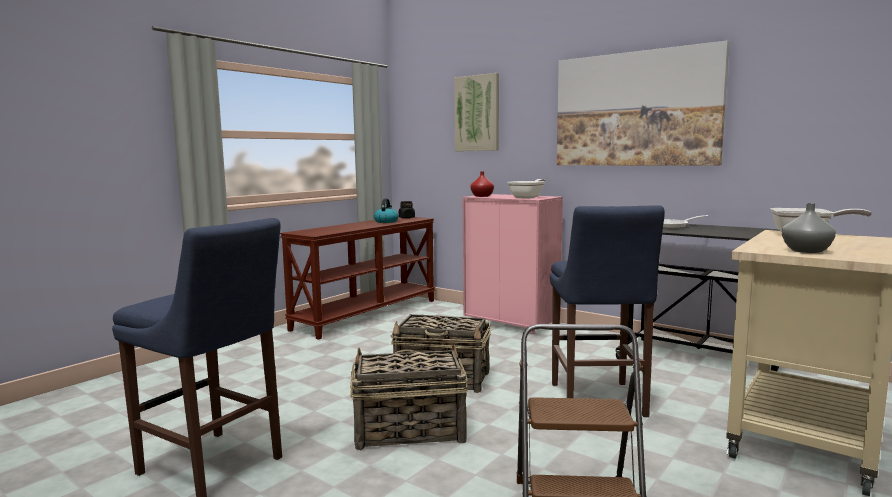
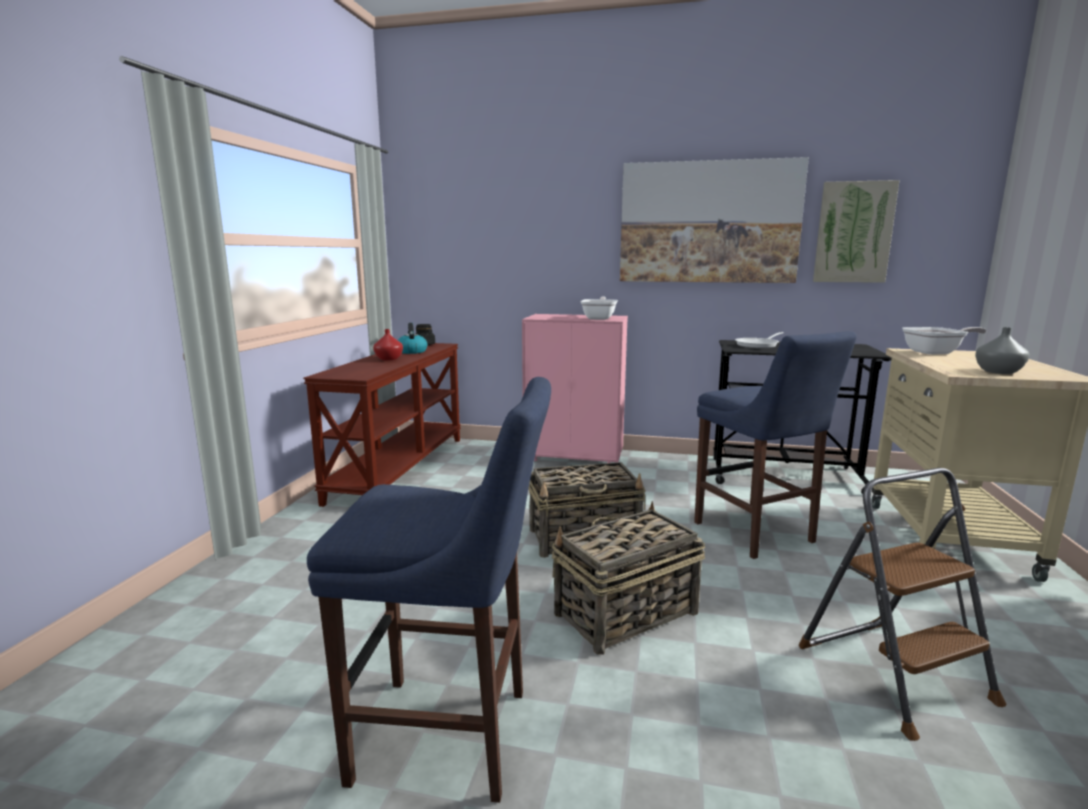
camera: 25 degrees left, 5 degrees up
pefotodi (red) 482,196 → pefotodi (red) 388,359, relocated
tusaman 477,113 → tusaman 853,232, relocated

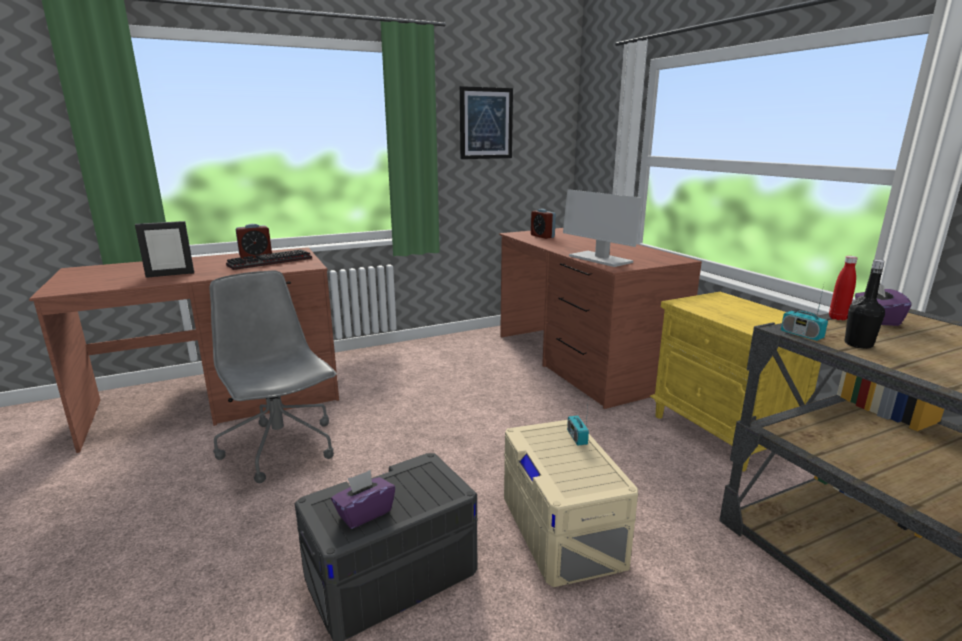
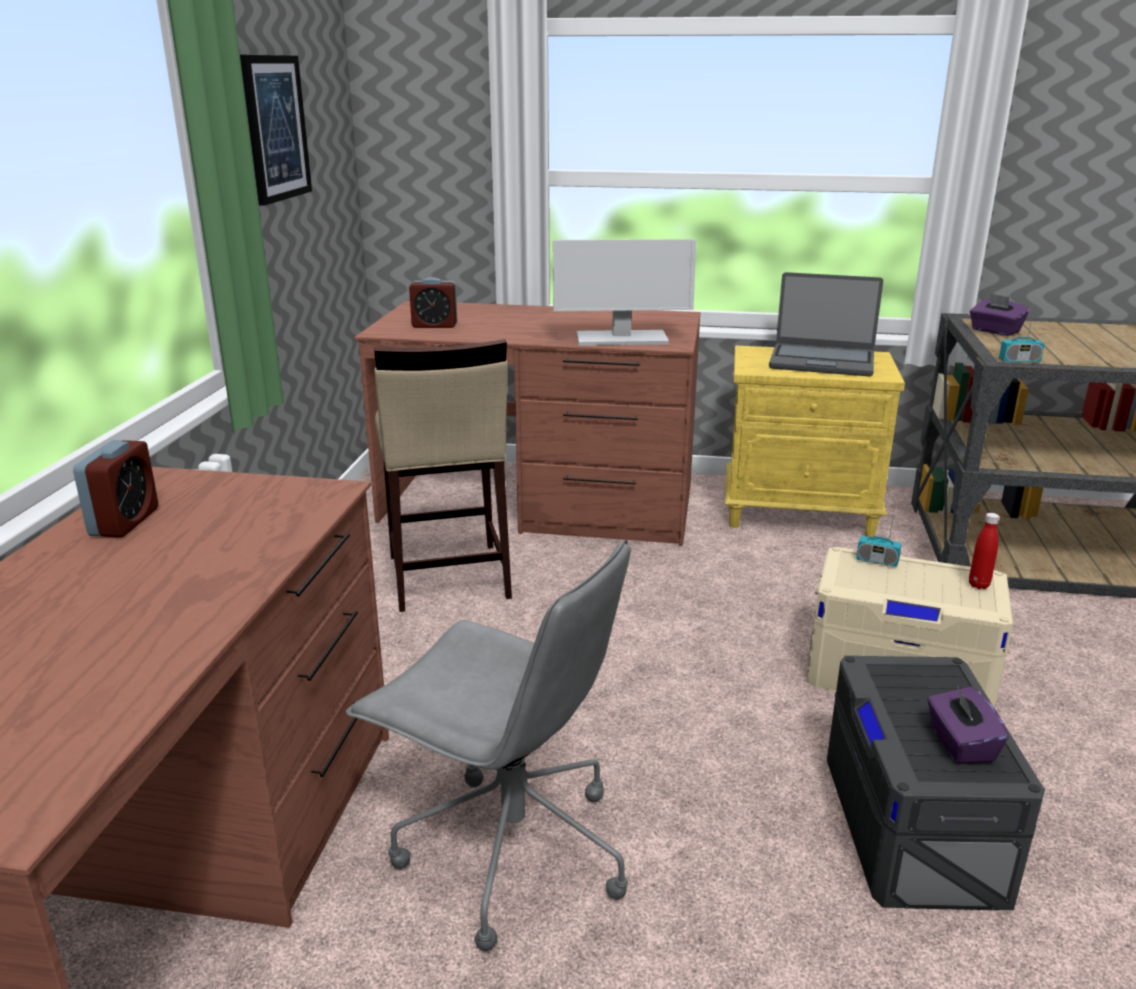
camera: 55 degrees left, 5 degrees up
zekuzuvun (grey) 282,451 → zekuzuvun (grey) 504,850, 150 degrees counterclockwise
- → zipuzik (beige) 447,577
- → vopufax 821,362
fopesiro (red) 837,318 → fopesiro (red) 978,585, relocated
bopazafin 170,274 → -
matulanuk 269,262 → -
fopesiro (black) 858,344 → -

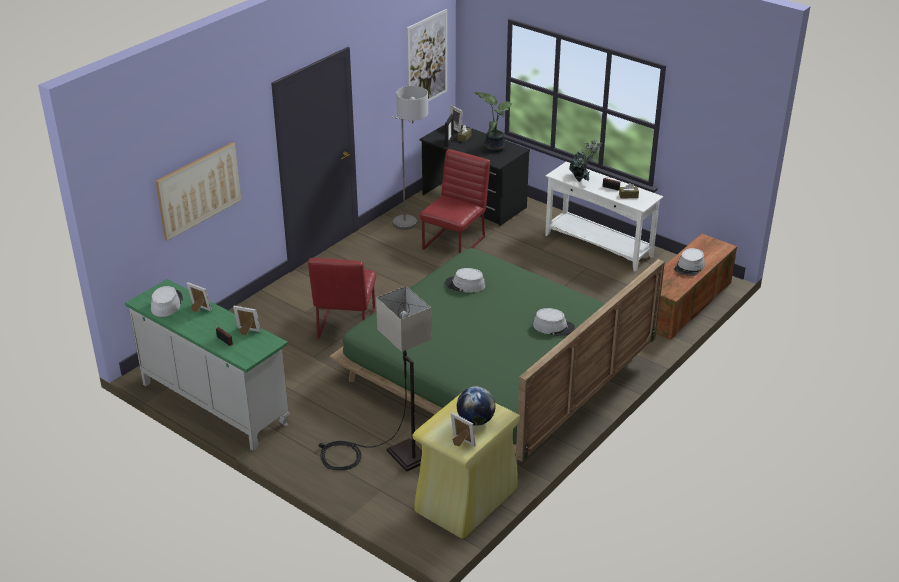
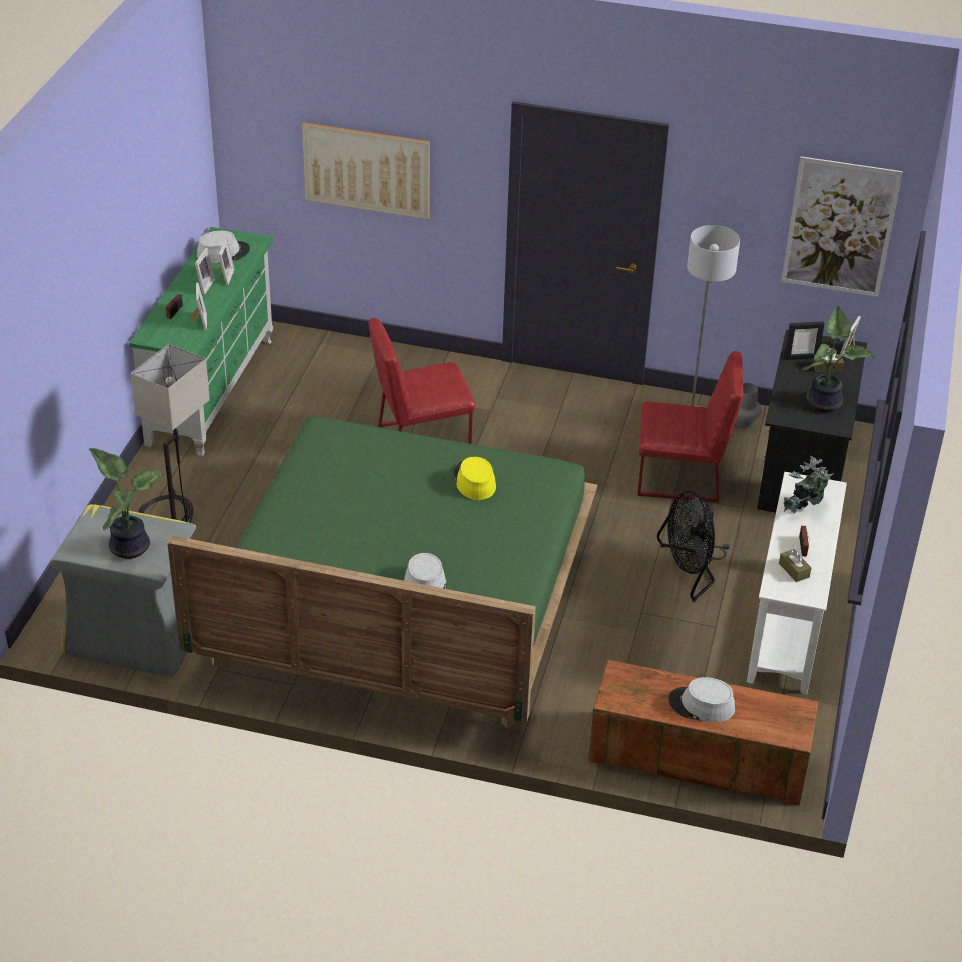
camera: 65 degrees right, 5 degrees up
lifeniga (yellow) 465,499 → lifeniga (grey) 133,636
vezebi 475,420 → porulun 130,545
bopazafin 461,443 → bopazafin 203,286, relocated
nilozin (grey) 465,285 → nilozin (yellow) 474,481
- → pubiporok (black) 692,568
- → pefotodi (grey) 744,422

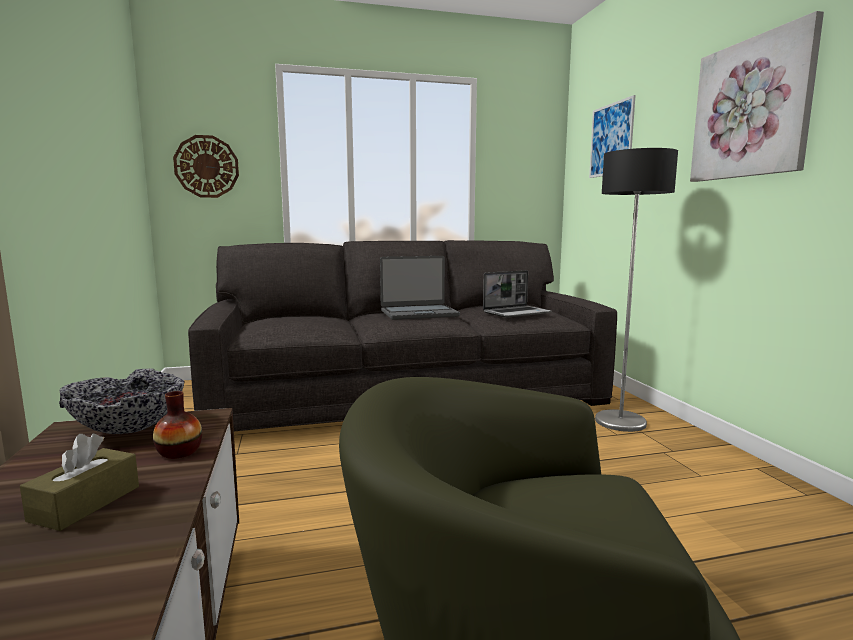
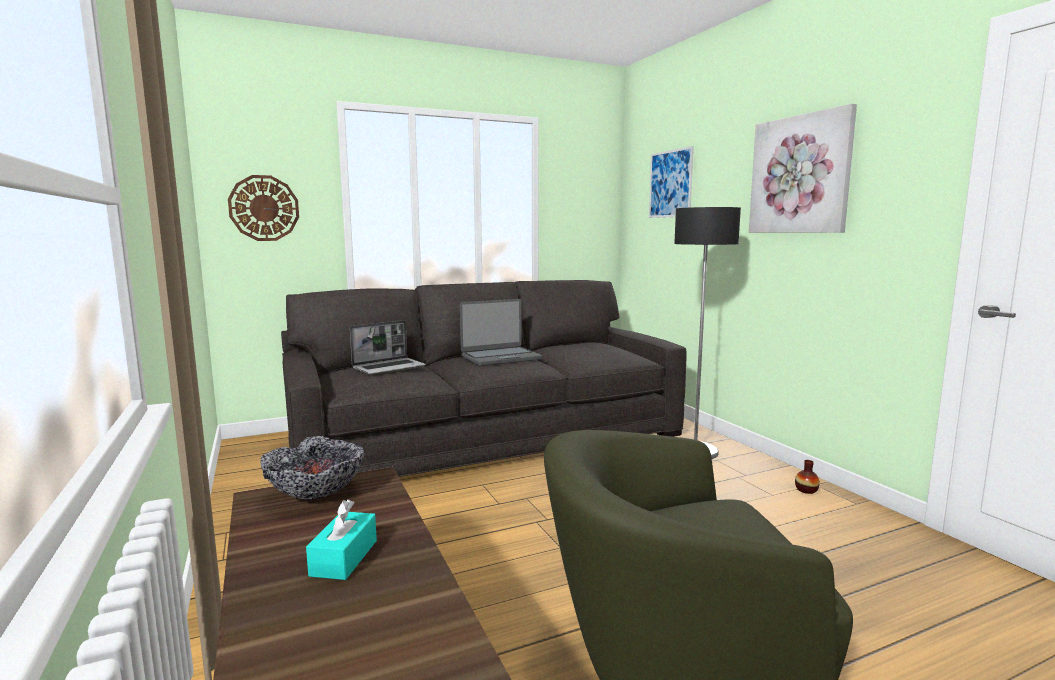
camera: 10 degrees left, 0 degrees up
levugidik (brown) 85,503 → levugidik (turquoise) 344,558
vopufax 517,313 → vopufax 389,367, relocated
pefotodi 179,452 → pefotodi 806,490, relocated

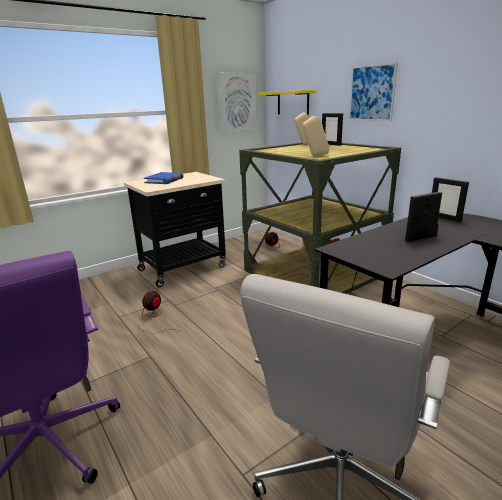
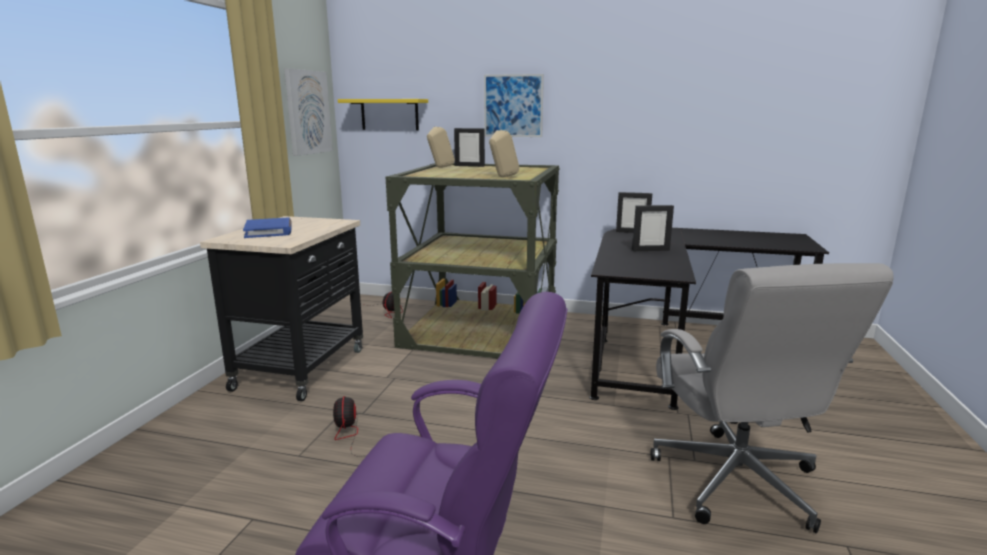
camera: 40 degrees left, 5 degrees down
bopazafin 421,238 → bopazafin 650,250, 120 degrees counterclockwise

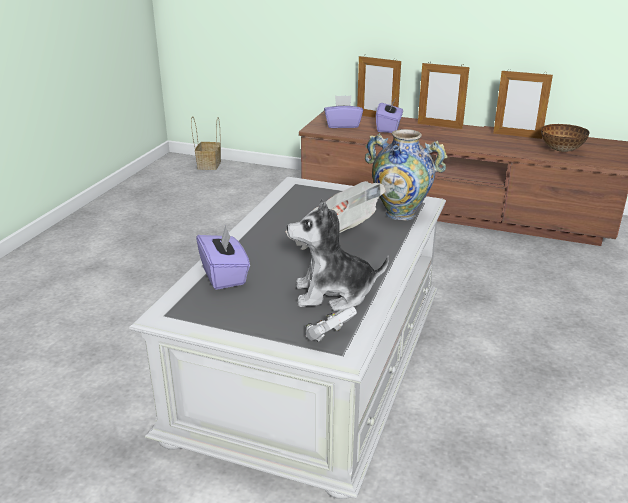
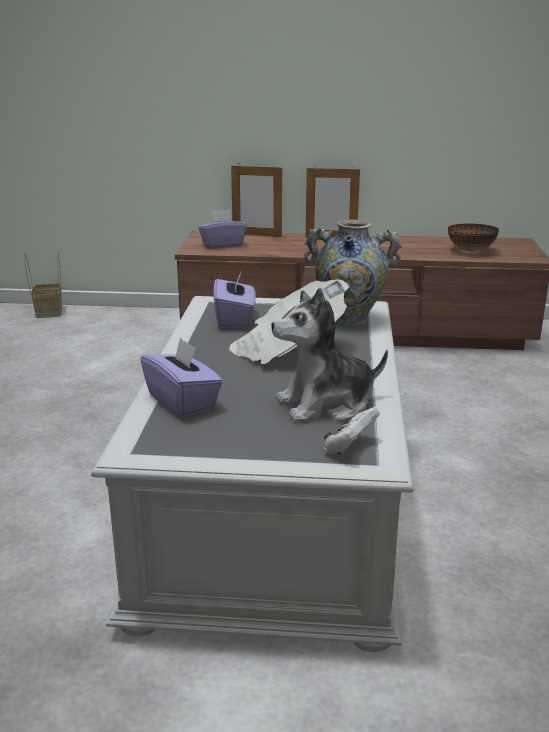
camera: 15 degrees left, 5 degrees down
levugidik (purple) 388,128 → levugidik (purple) 235,319, relocated
bopazafin 517,136 → -

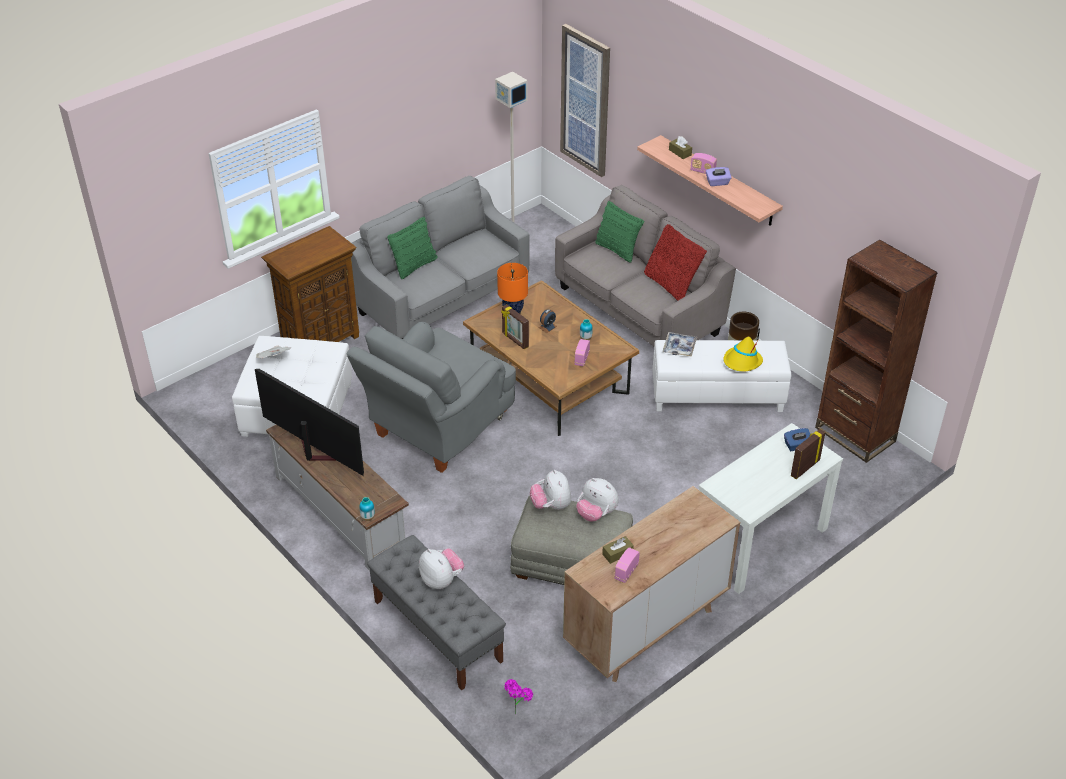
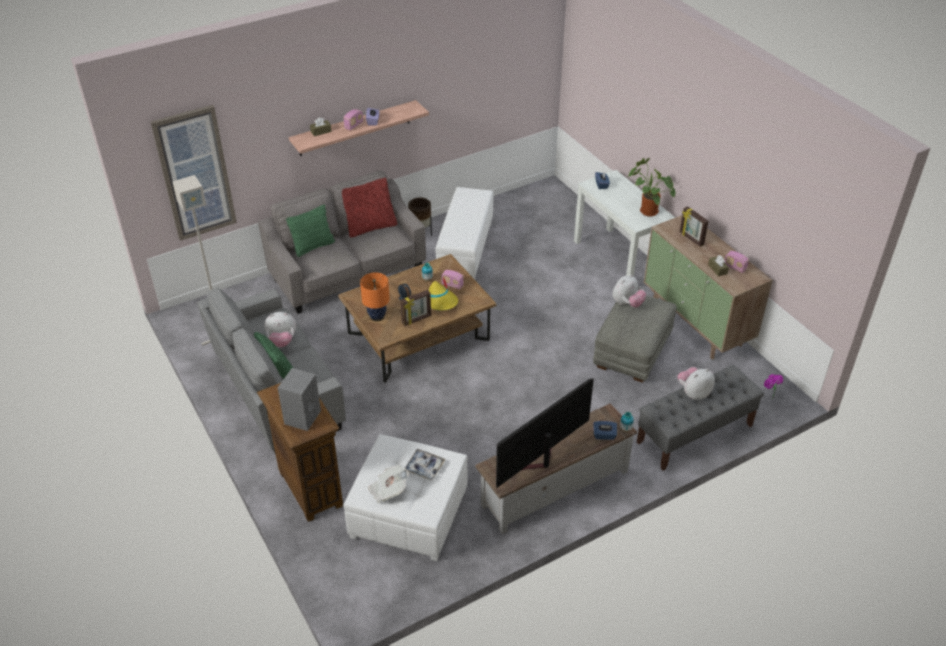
camera: 80 degrees left, 0 degrees up
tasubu 551,505 → tasubu 282,341, relocated
- → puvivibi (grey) 302,416
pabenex 679,347 → pabenex 424,467, relocated
nilozin (yellow) 742,362 → nilozin (yellow) 441,302, relocated
- → levugidik (blue) 604,435
- → porulun 646,211
bopazafin 804,468 → bopazafin 691,238, relocated
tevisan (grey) 438,429 → -
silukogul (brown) 855,434 → -

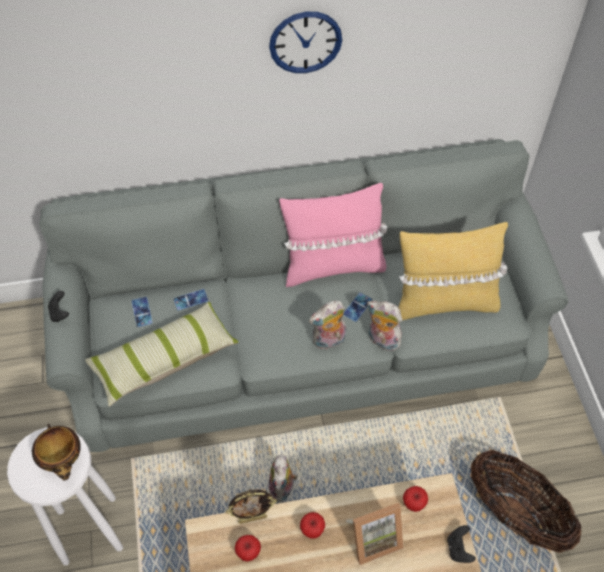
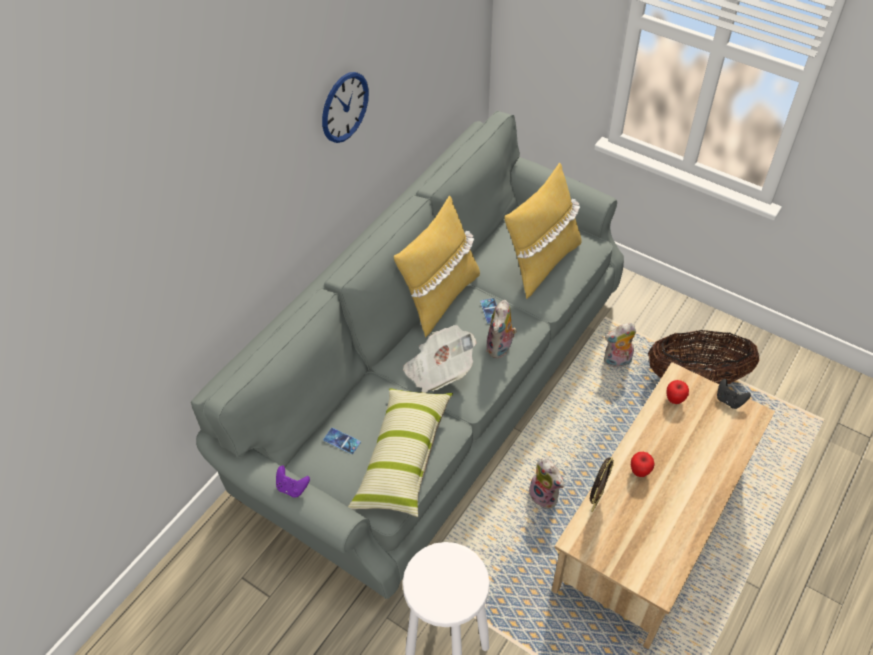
camera: 45 degrees left, 5 degrees down
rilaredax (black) 60,313 → rilaredax (purple) 292,488
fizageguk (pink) 332,266 → fizageguk (yellow) 439,298
- → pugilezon 439,370
tasubu 382,341 → tasubu 617,362, relocated
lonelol 63,460 → -
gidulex 191,300 → -
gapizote 248,552 → -
bopazafin 373,538 → -

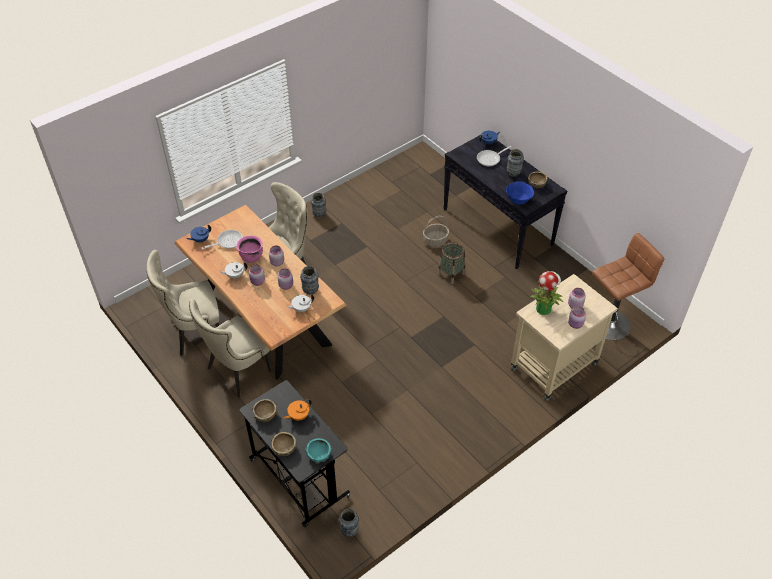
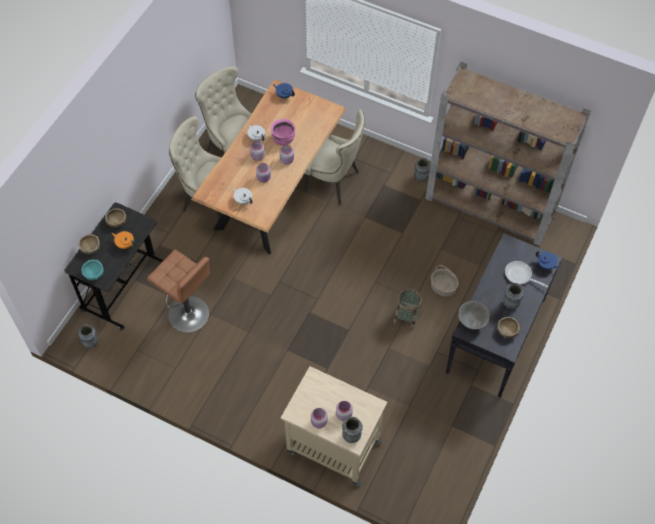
camera: 65 degrees right, 10 degrees up
zipuzik (brown) 611,324 → zipuzik (brown) 188,314, relocated
pefotodi 310,291 → pefotodi 351,436, relocated
- → silukogul (brown) 490,206
lonelol (blue) 518,200 → lonelol (grey) 471,321
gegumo 227,241 → -
porulun 543,308 → -

